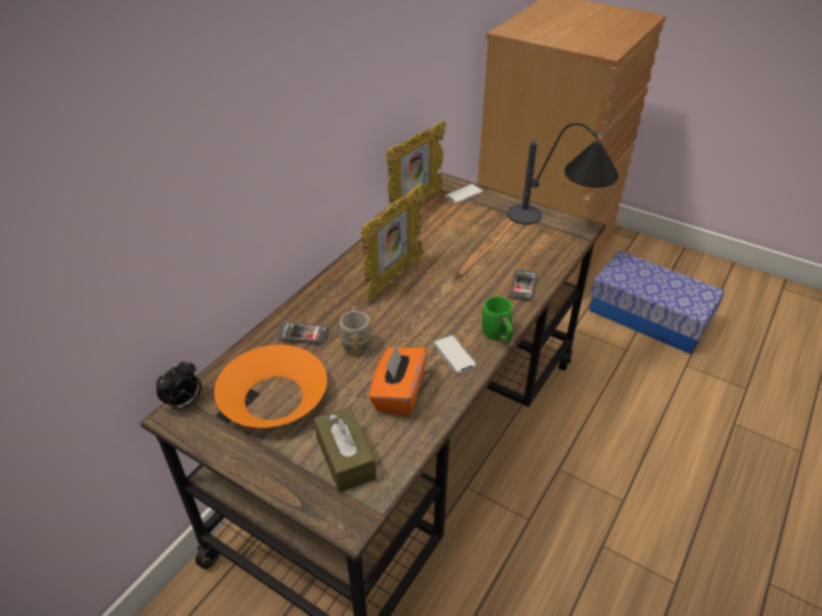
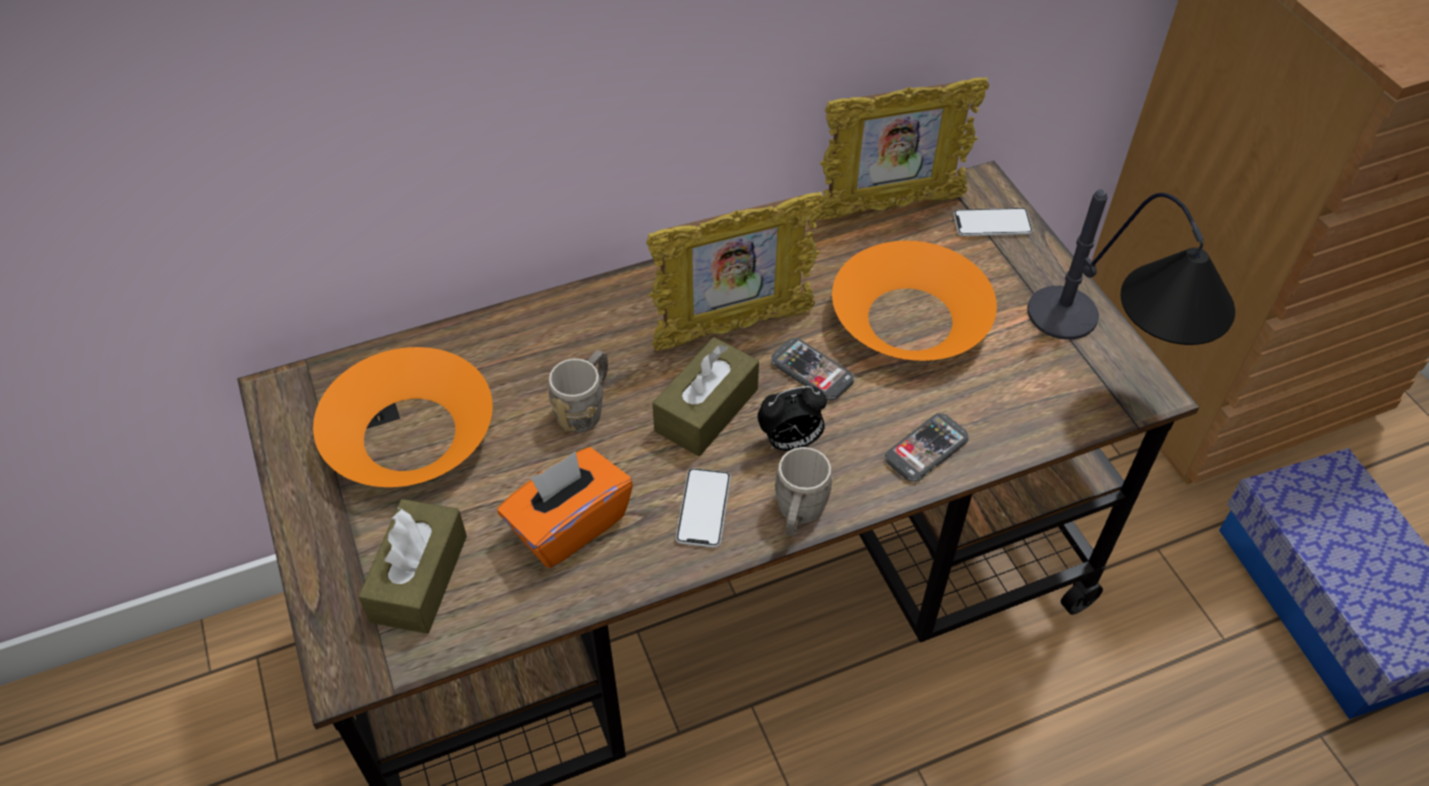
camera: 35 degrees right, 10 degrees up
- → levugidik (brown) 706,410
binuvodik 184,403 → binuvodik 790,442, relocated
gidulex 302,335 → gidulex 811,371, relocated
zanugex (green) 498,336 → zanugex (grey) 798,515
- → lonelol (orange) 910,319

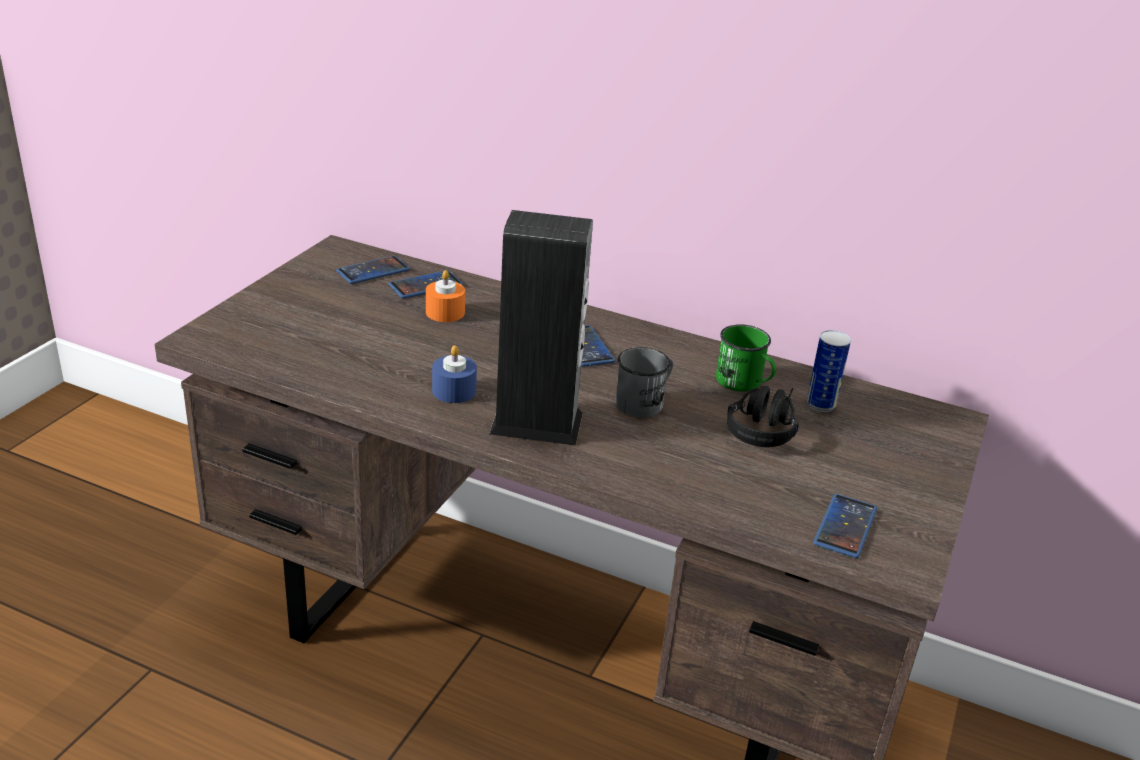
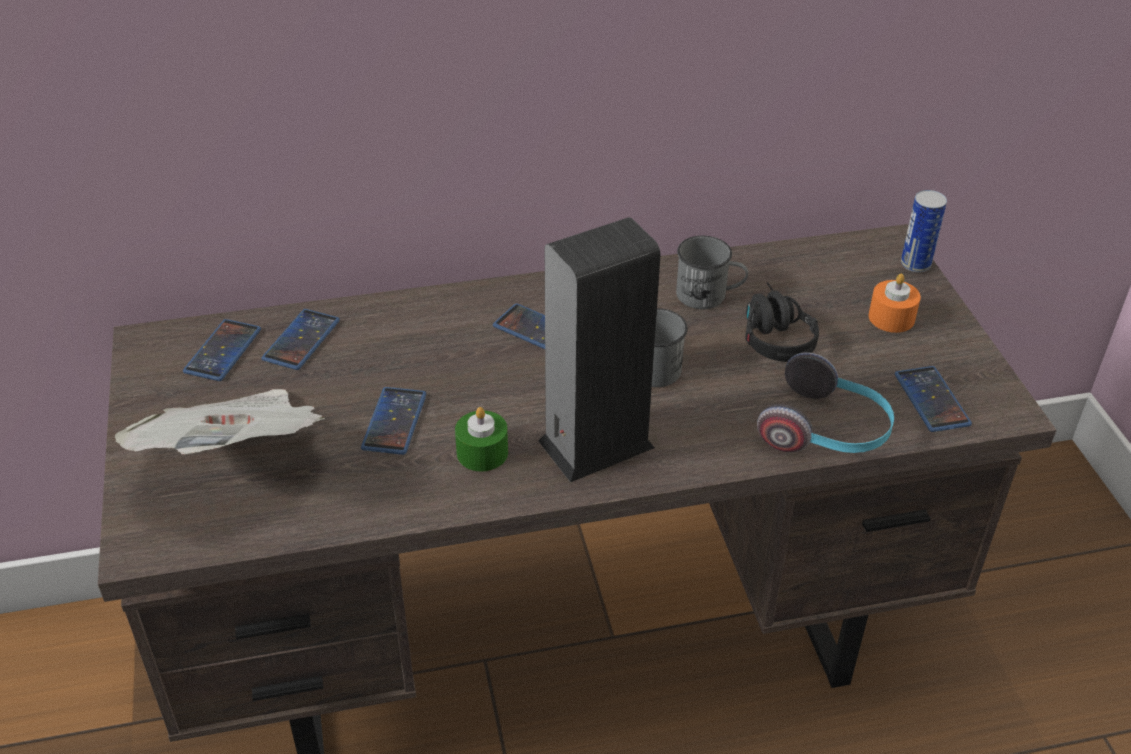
camera: 35 degrees left, 10 degrees up
- → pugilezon 236,458
- → gidulex 394,421
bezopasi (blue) 454,391 → bezopasi (green) 482,452
zanugex (green) 744,383 → zanugex (grey) 709,295
- → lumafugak 826,431
bezopasi (orange) 445,312 → bezopasi (orange) 891,318, relocated
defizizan 820,404 → defizizan 915,264, relocated

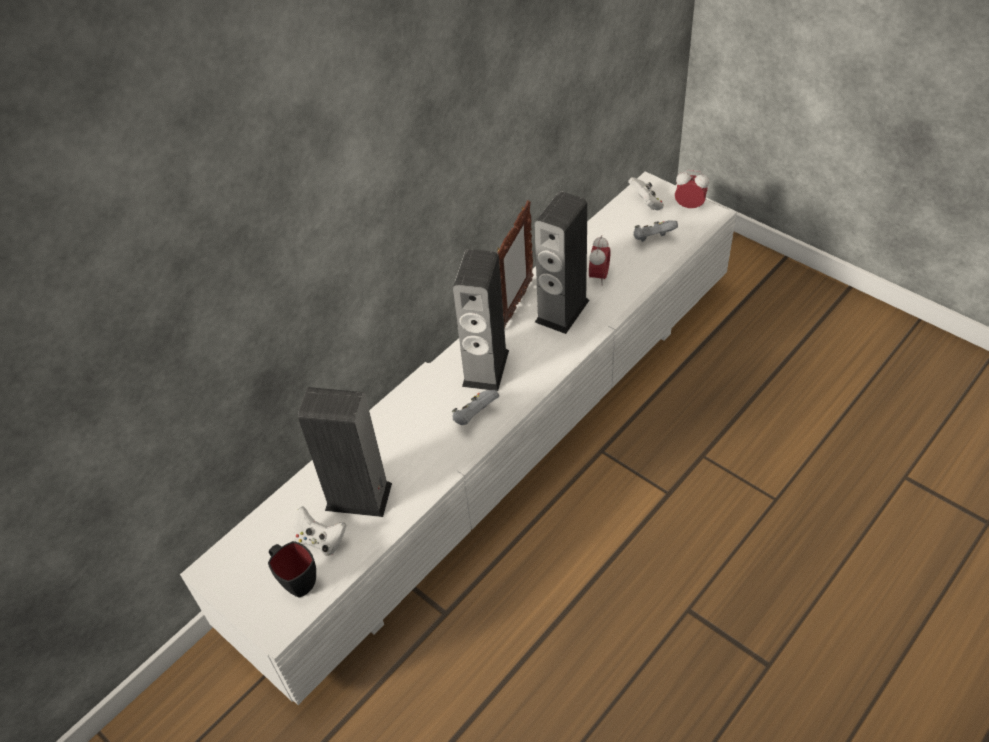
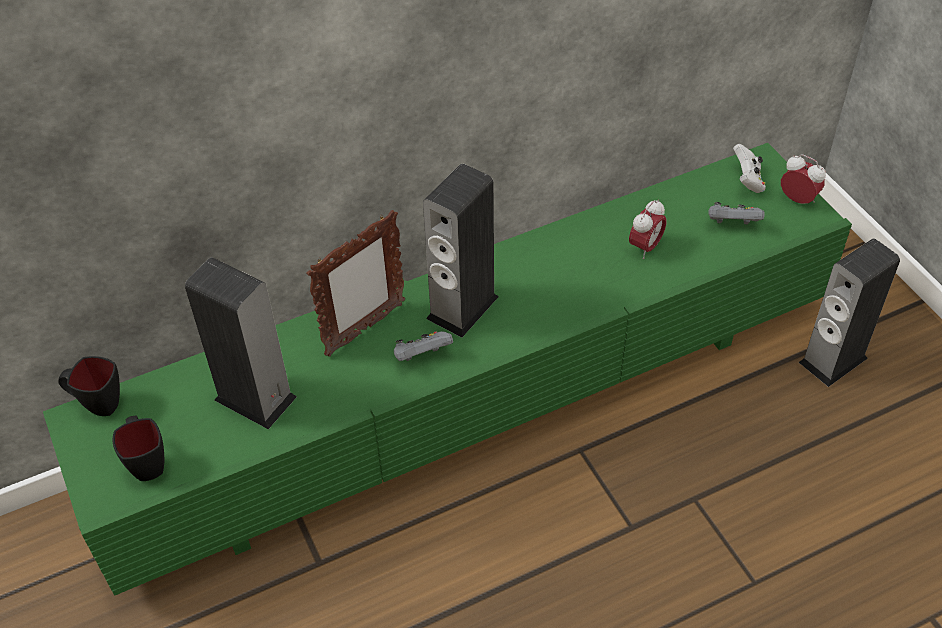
camera: 20 degrees right, 0 degrees up
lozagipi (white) 499,443 → lozagipi (green) 472,399
- → zanugex (black) 97,404
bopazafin 516,305 → bopazafin 364,330, relocated
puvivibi 562,311 → puvivibi 833,360, relocated
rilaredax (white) 321,540 → -

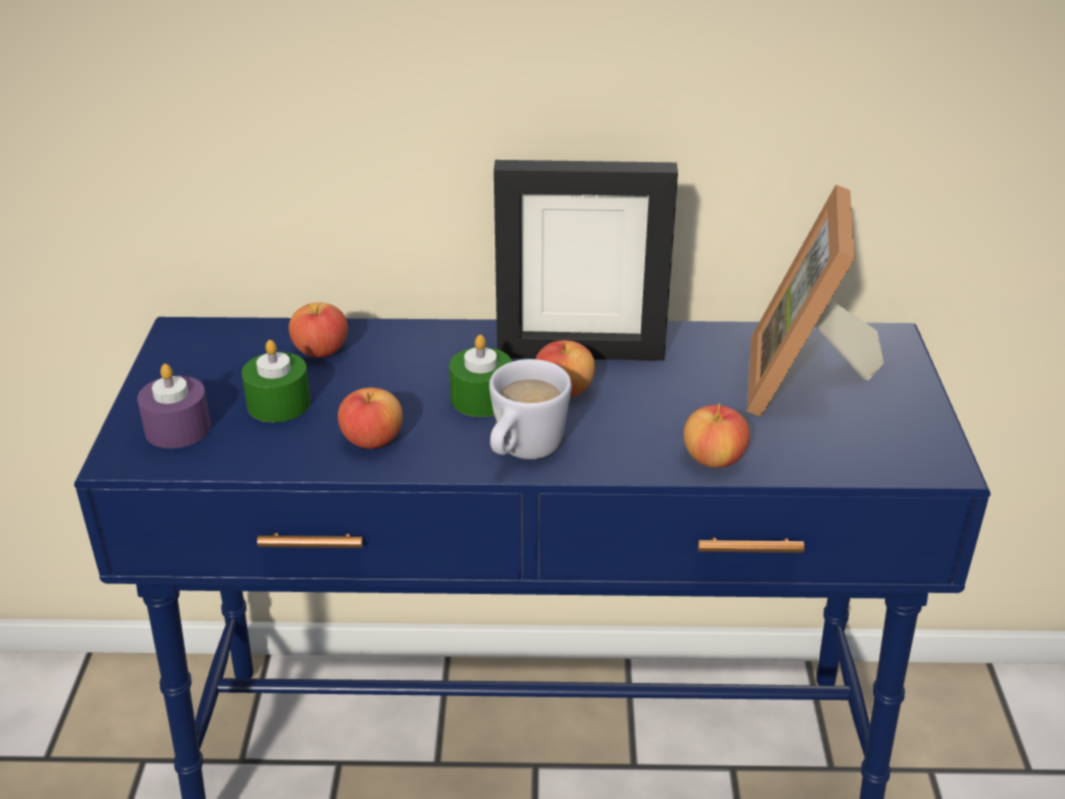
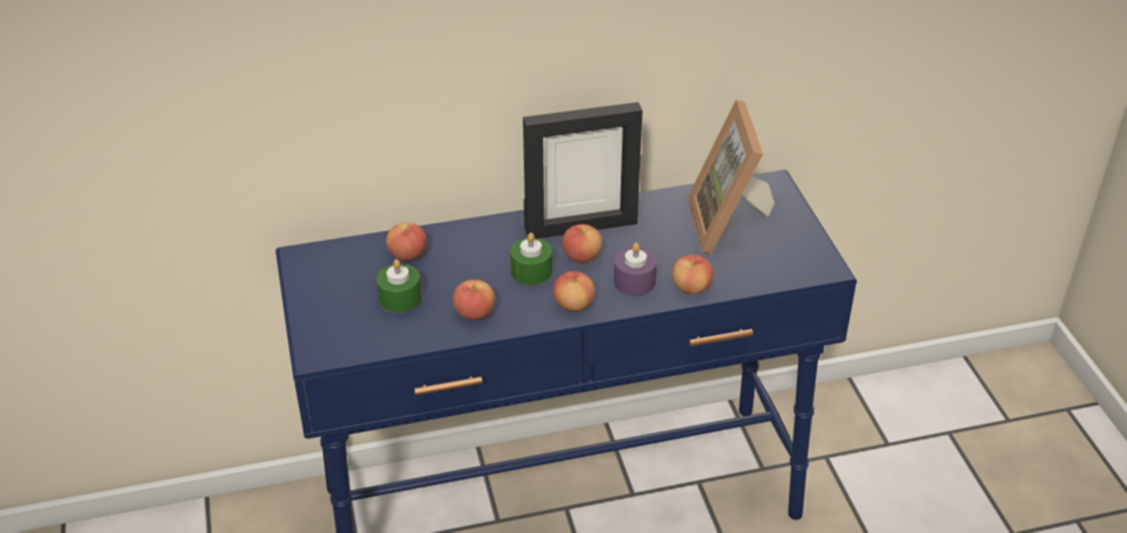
camera: 15 degrees left, 5 degrees up
zanugex (white) 523,453 → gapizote 573,305
bezopasi (purple) 178,428 → bezopasi (purple) 634,282, relocated

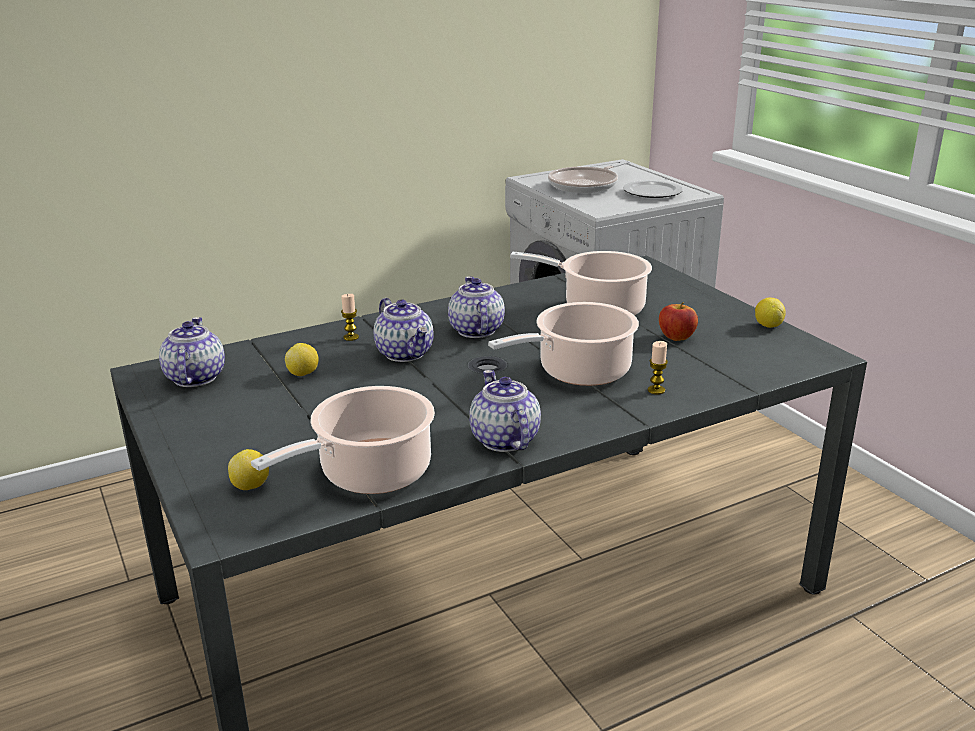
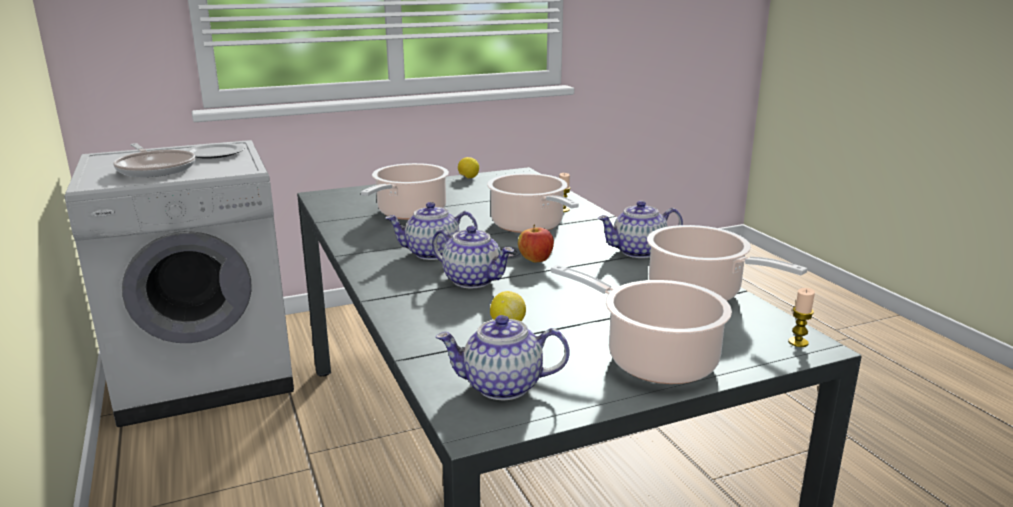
camera: 85 degrees left, 5 degrees down
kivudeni 406,353 → kivudeni 473,280, 60 degrees clockwise
gapizote 676,337 → gapizote 535,260, relocated
- → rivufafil 654,359
bezopasi 351,337 → bezopasi 798,342, relocated
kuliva 251,487 → -

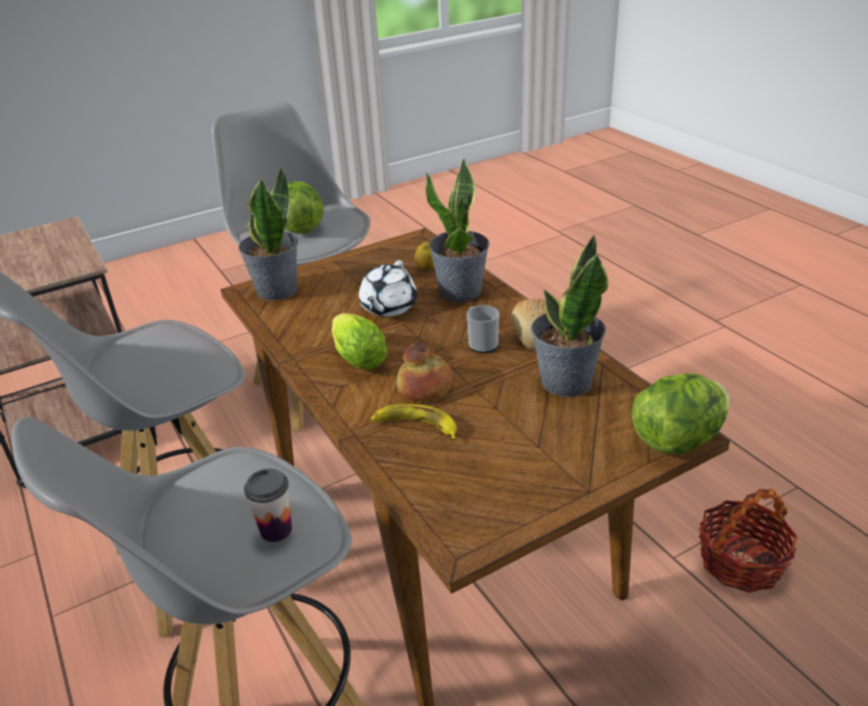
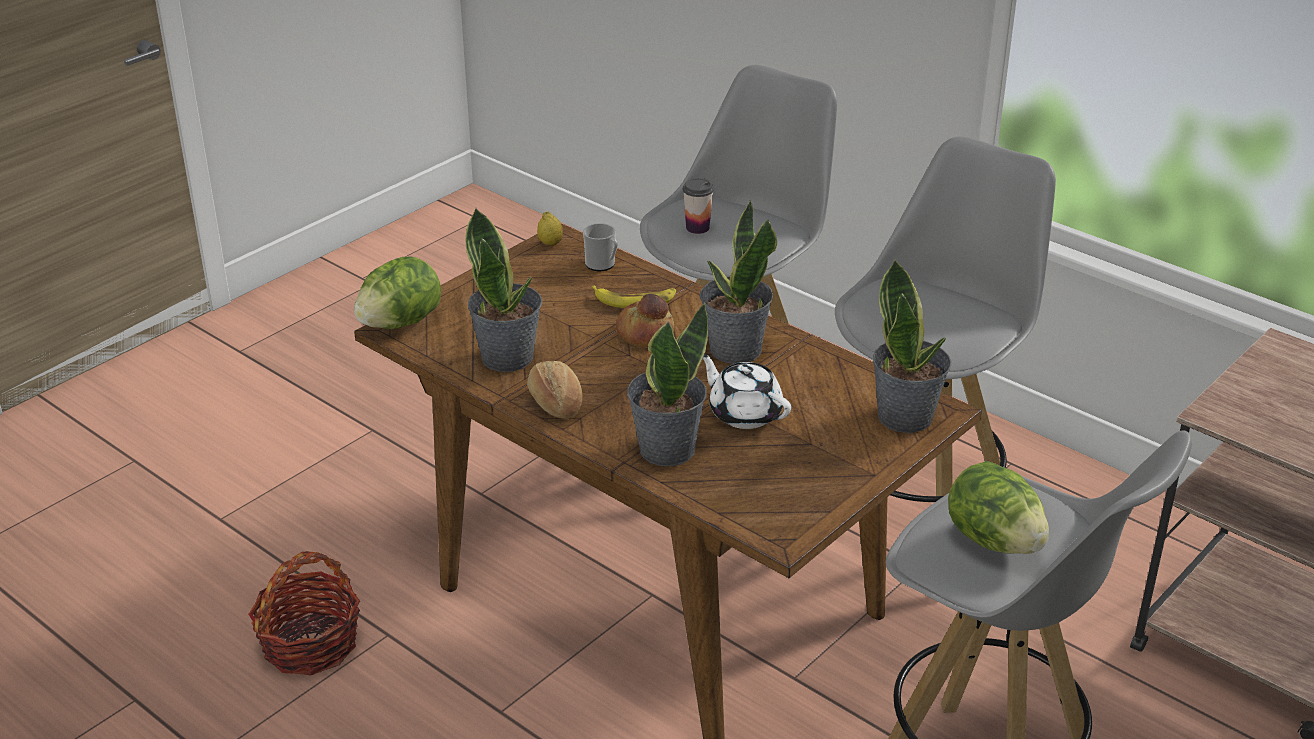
camera: 160 degrees right, 0 degrees up
kuliva 425,269 → kuliva 550,243, relocated
zanugex 481,343 → zanugex 602,265, relocated
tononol 356,357 → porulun 734,350
kivudeni (white) 388,307 → kivudeni (white) 744,413, 45 degrees counterclockwise

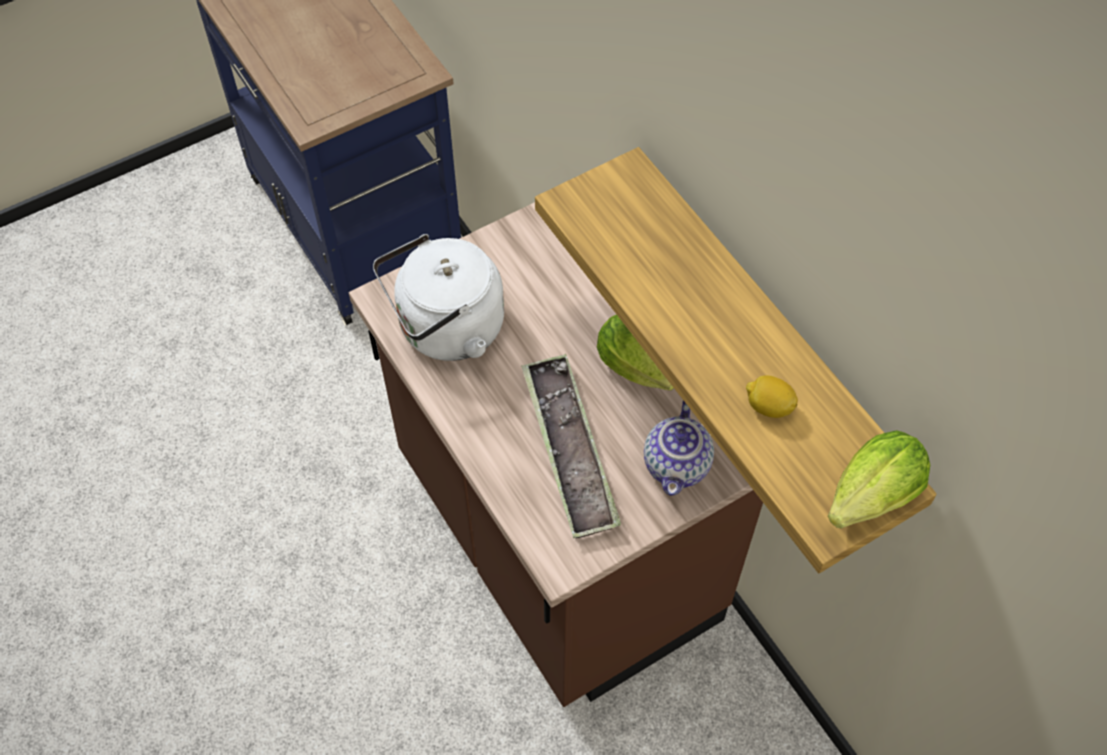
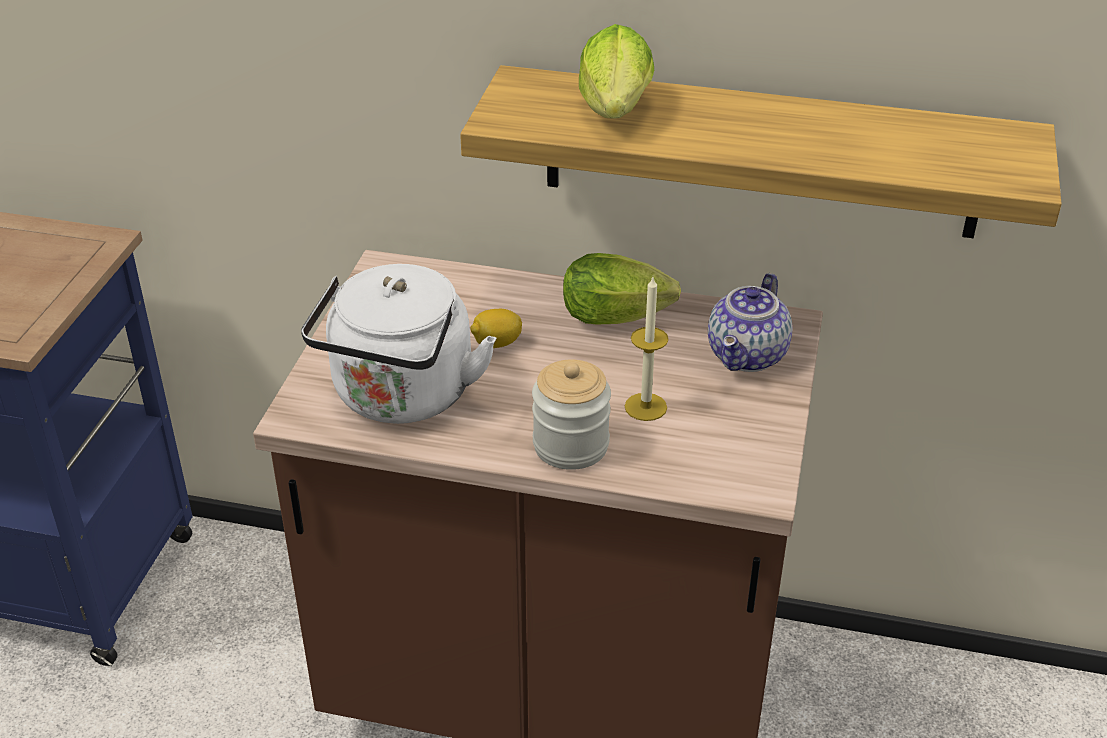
camera: 45 degrees left, 20 degrees down
kuliva 768,406 → kuliva 496,344, relocated
- → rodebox 571,445
tononol 867,501 → tononol 614,114, relocated
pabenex 569,451 → bezopasi 645,407
kivudeni 678,466 → kivudeni 748,356, 60 degrees clockwise

